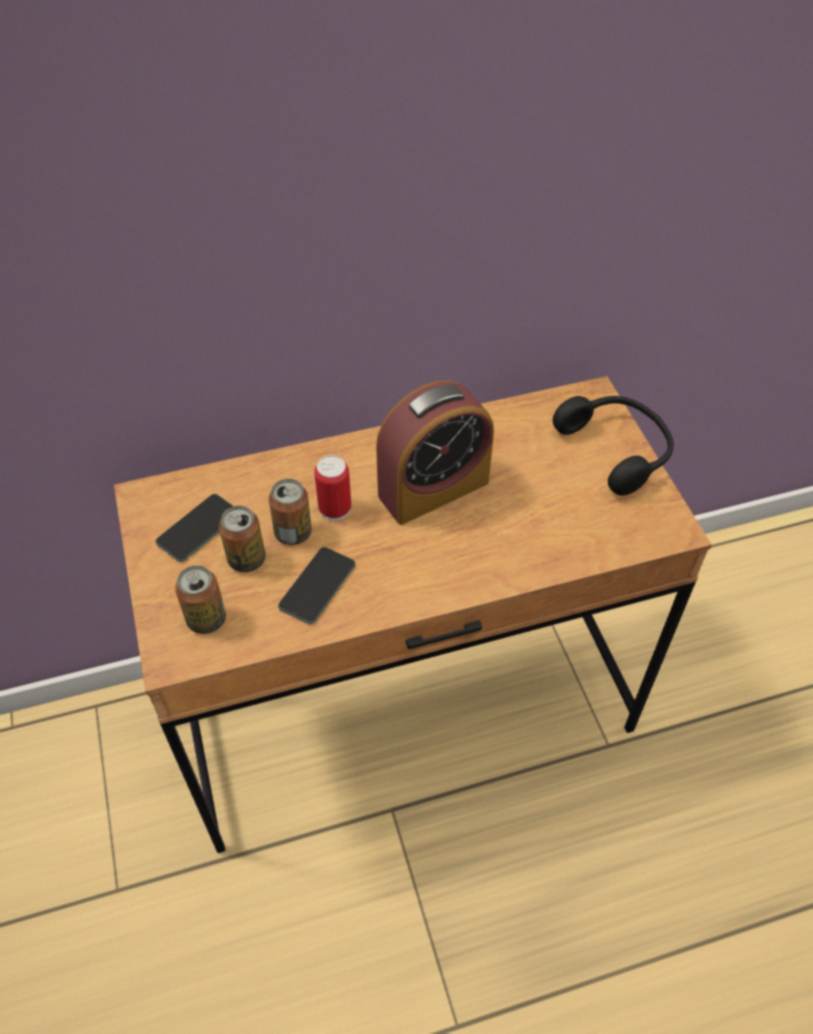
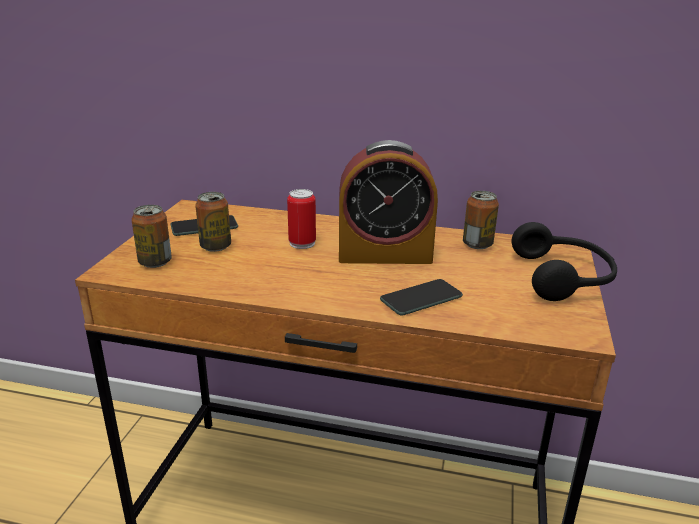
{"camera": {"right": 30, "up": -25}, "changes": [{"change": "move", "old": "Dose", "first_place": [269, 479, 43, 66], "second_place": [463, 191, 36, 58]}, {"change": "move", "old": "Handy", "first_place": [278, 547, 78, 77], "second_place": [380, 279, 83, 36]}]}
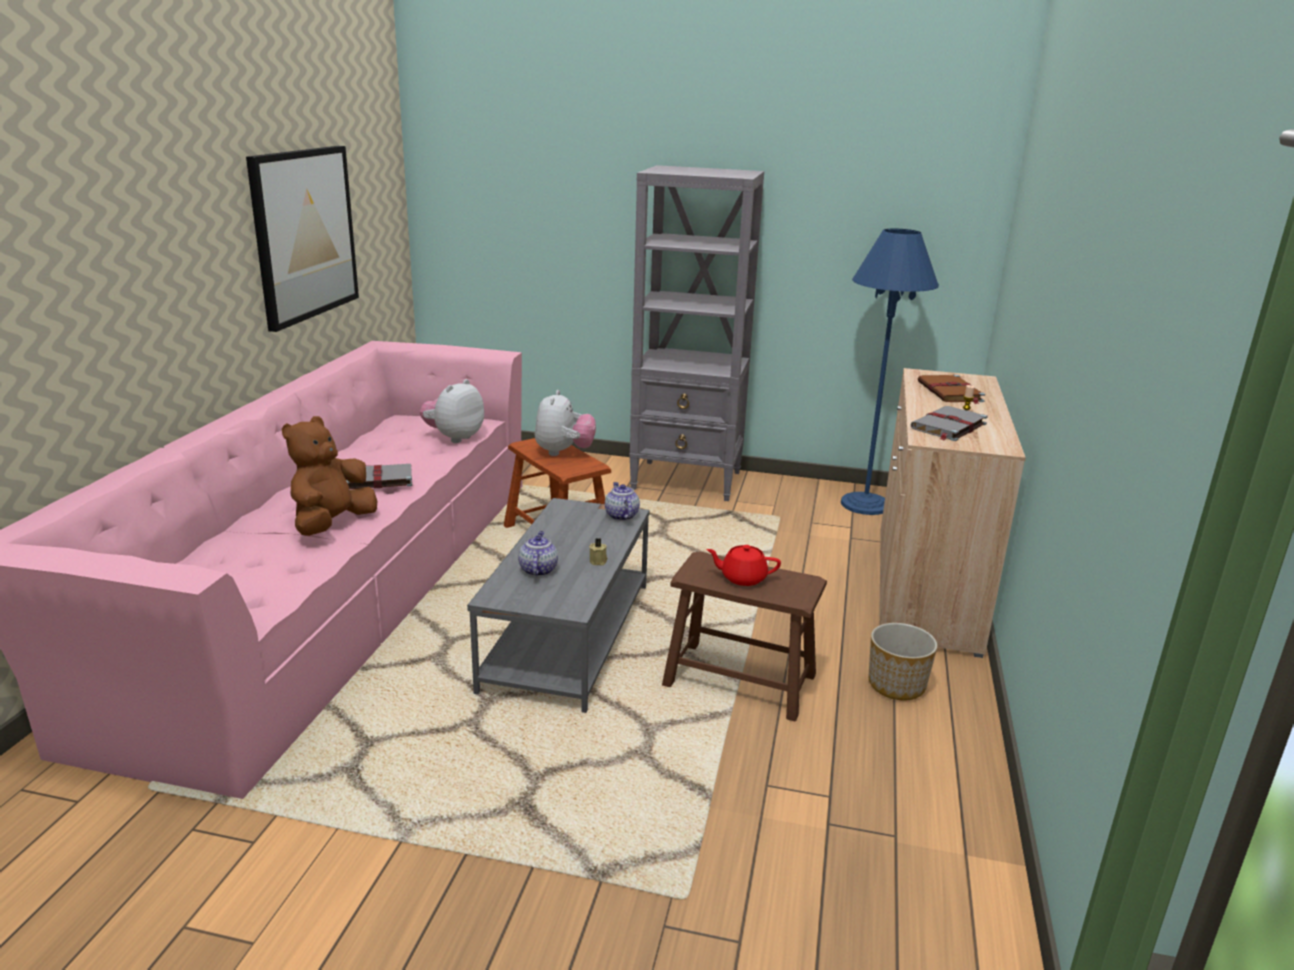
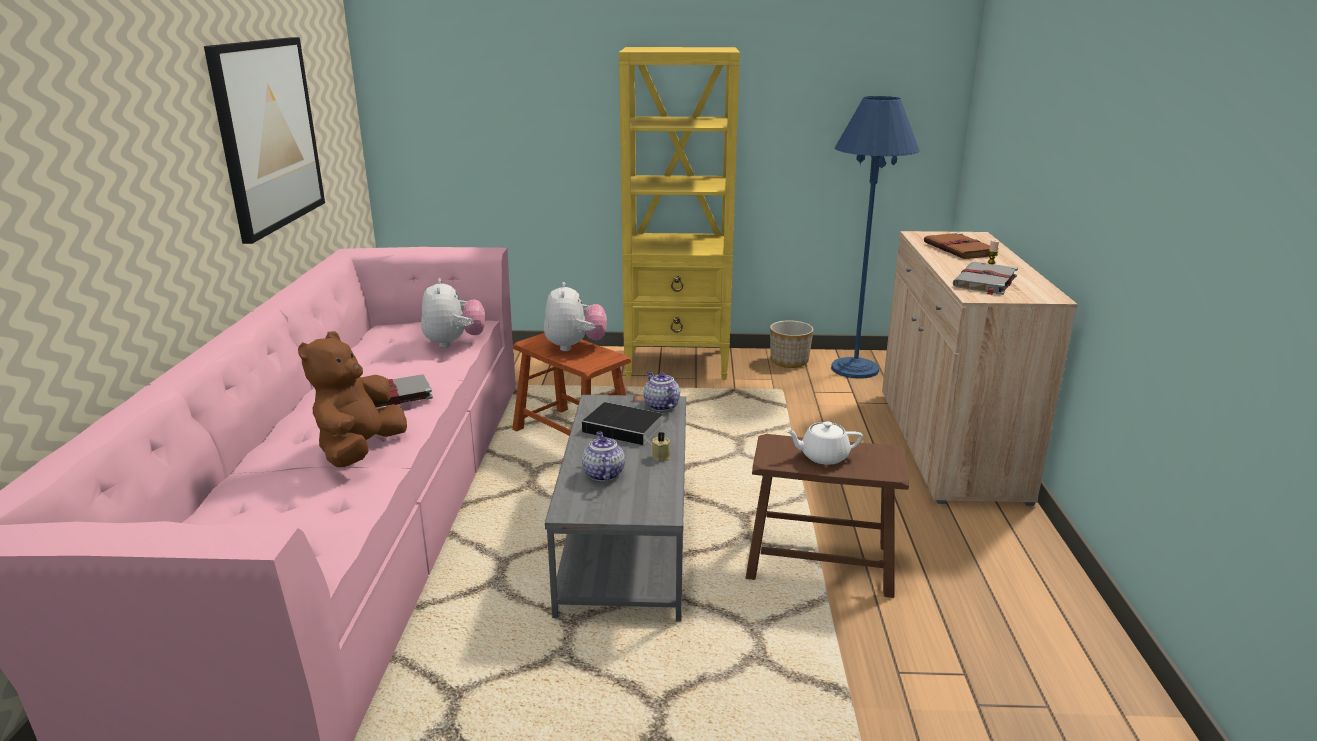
{"camera": {"right": -10, "up": 0}, "changes": [{"change": "insert", "new": "Buch", "second_place": [582, 402, 81, 43]}, {"change": "move", "old": "Pflanzkübel", "first_place": [869, 623, 69, 78], "second_place": [770, 320, 44, 48]}, {"change": "recolor", "old": "Bücherregal [grau]", "new": "Bücherregal [gelb]", "first_place": [629, 165, 135, 336], "second_place": [619, 47, 121, 333]}, {"change": "recolor", "old": "Teekanne [rot]", "new": "Teekanne [weiß]", "first_place": [706, 545, 75, 41], "second_place": [786, 421, 77, 44]}, {"change": "rotate", "old": "Plüschtier", "first_place": [419, 379, 65, 64], "second_place": [421, 278, 64, 70], "degrees": 150}]}
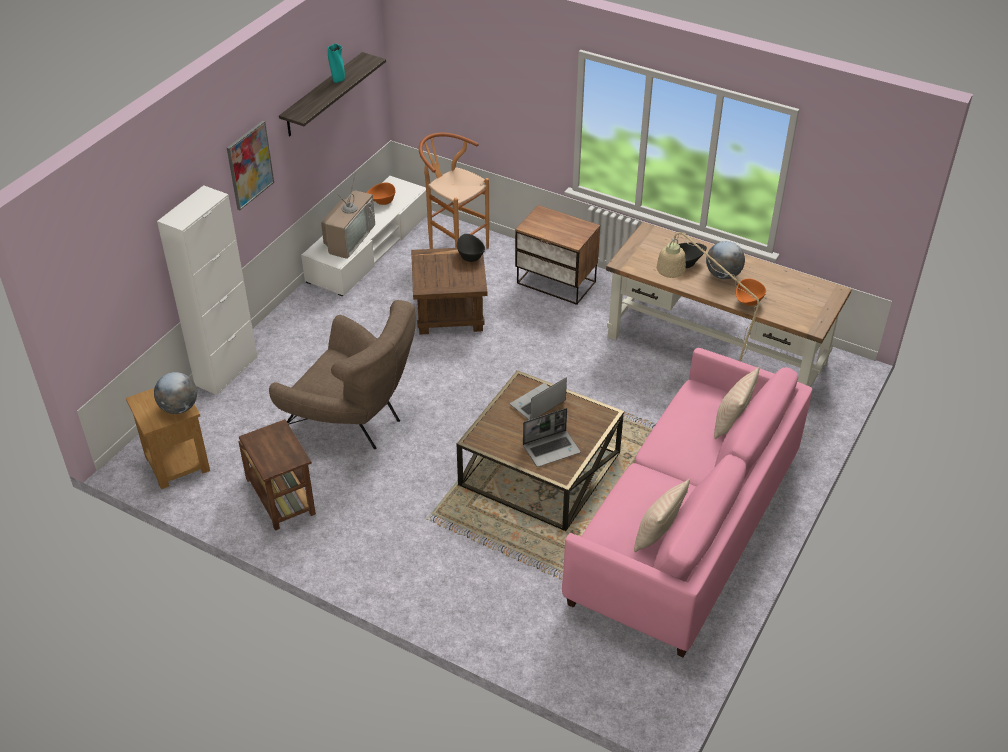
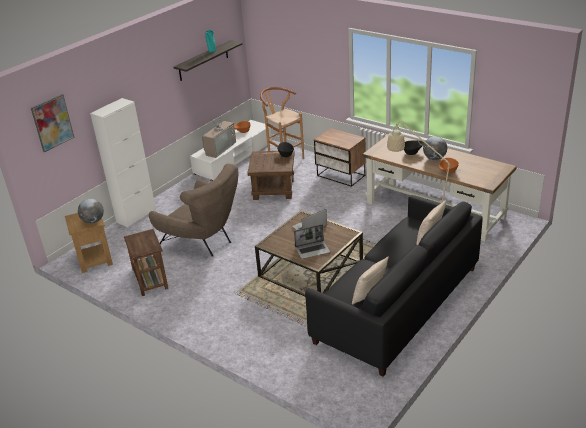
{"camera": {"right": 10, "up": -10}, "changes": [{"change": "move", "old": "Bild", "first_place": [227, 121, 47, 89], "second_place": [31, 94, 43, 58]}, {"change": "recolor", "old": "Sofa [rosa]", "new": "Sofa [schwarz]", "first_place": [562, 348, 250, 310], "second_place": [305, 195, 178, 182]}]}
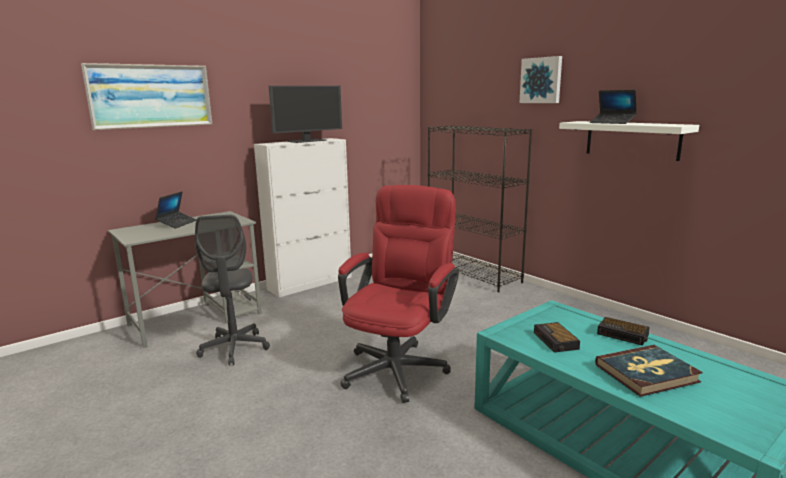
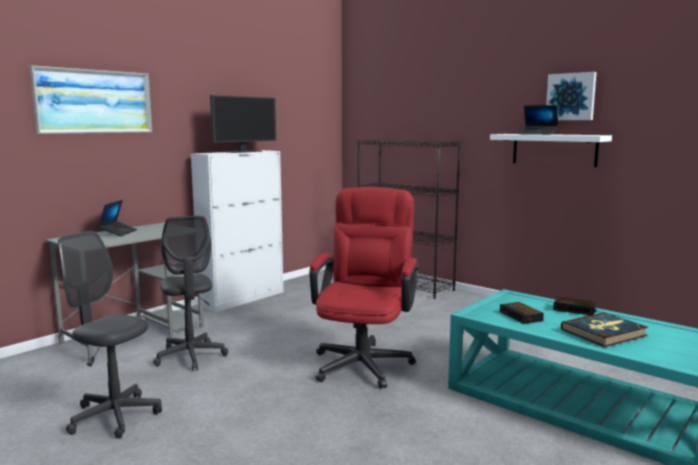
{"camera": {"right": -10, "up": -5}, "changes": [{"change": "insert", "new": "Bürostuhl [grau]", "second_place": [58, 231, 104, 208]}, {"change": "move", "old": "Bild", "first_place": [519, 56, 43, 47], "second_place": [546, 72, 51, 48]}]}
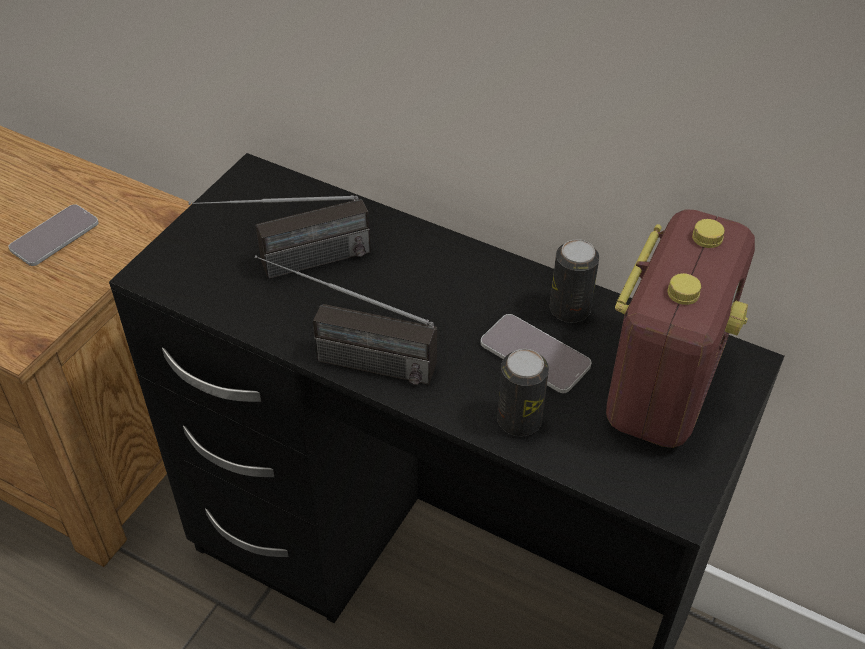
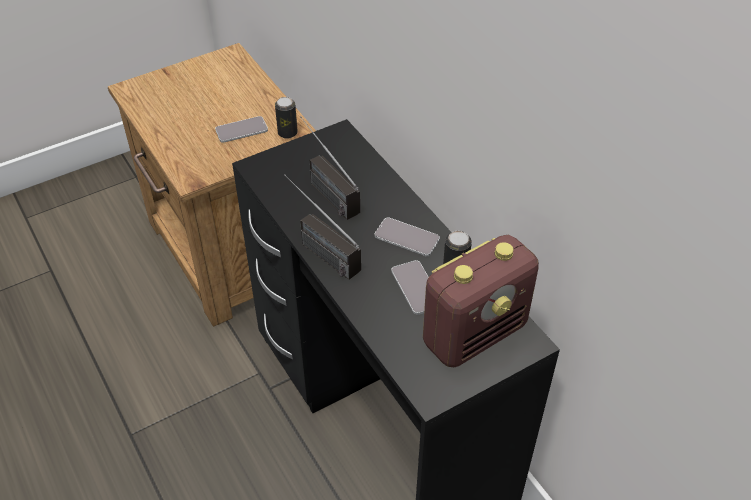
{"camera": {"right": 30, "up": 0}, "changes": [{"change": "insert", "new": "Handy", "second_place": [374, 217, 66, 40]}, {"change": "move", "old": "Dose", "first_place": [497, 349, 52, 87], "second_place": [275, 97, 23, 42]}, {"change": "rotate", "old": "Radio", "first_place": [189, 195, 182, 84], "second_place": [300, 116, 60, 104], "degrees": 45}]}
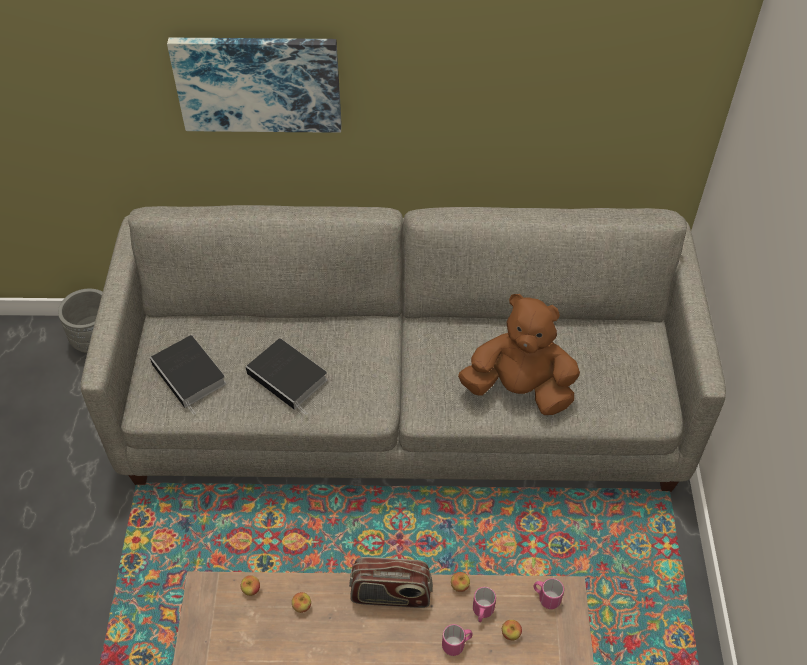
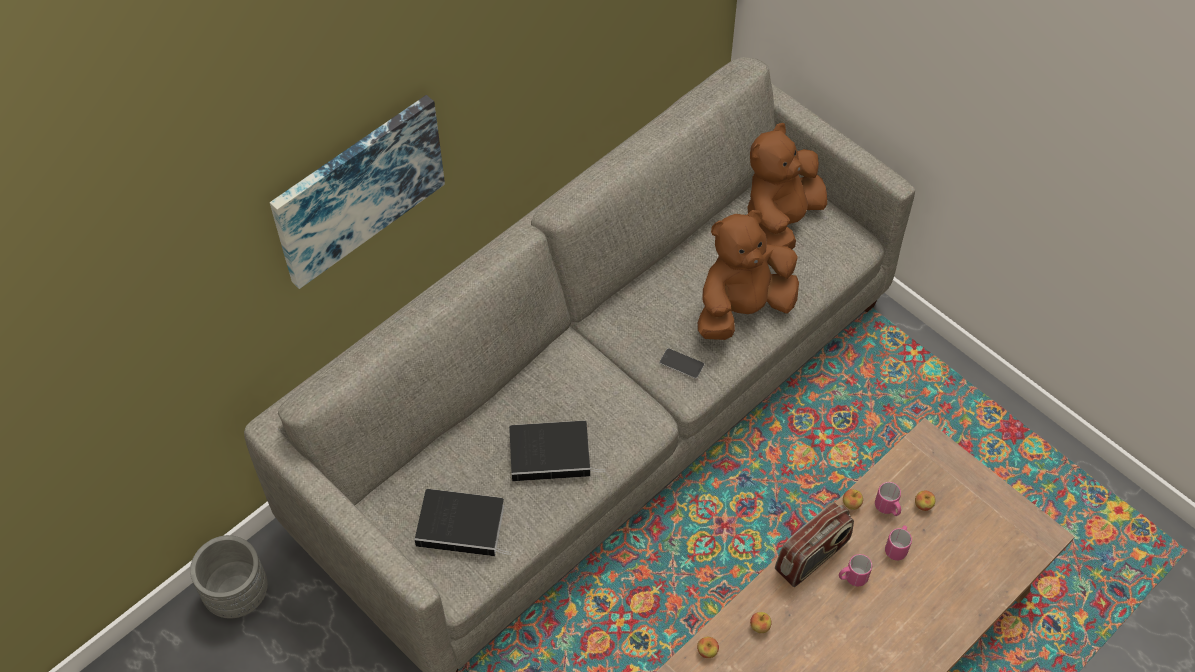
{"camera": {"right": -45, "up": 5}, "changes": [{"change": "insert", "new": "Handy", "second_place": [659, 348, 46, 31]}, {"change": "insert", "new": "Plüschtier [braun]", "second_place": [747, 123, 80, 126]}, {"change": "move", "old": "Henkelbecher [rosa]", "first_place": [534, 578, 30, 31], "second_place": [839, 554, 33, 32]}]}
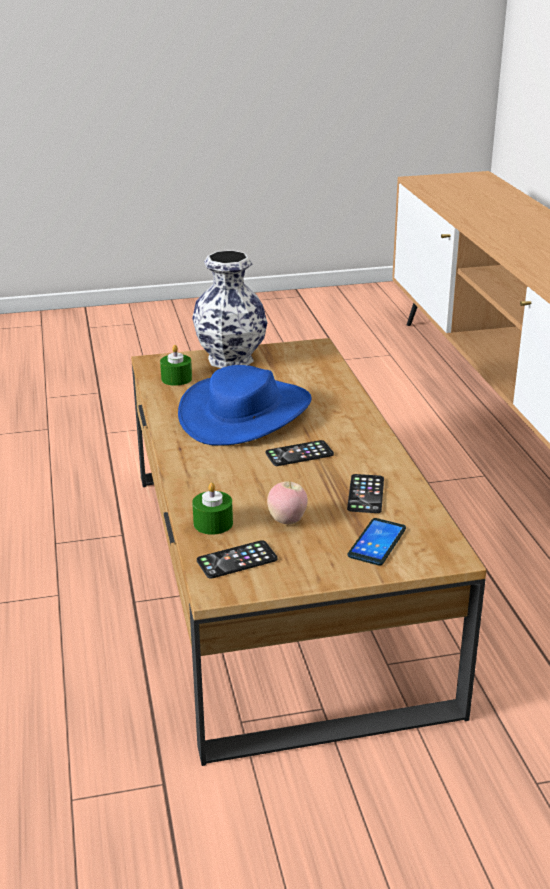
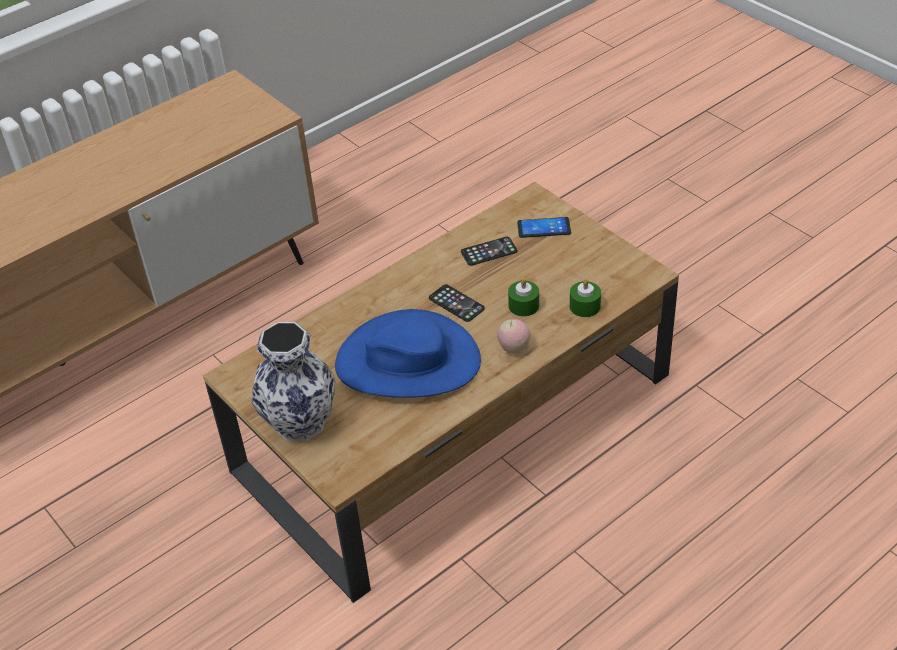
{"camera": {"right": -115, "up": 15}, "changes": [{"change": "delete", "old": "Handy", "first_place": [197, 540, 81, 39]}, {"change": "move", "old": "Kerze [grün]", "first_place": [160, 345, 32, 41], "second_place": [508, 278, 31, 38]}, {"change": "move", "old": "Apfel", "first_place": [267, 481, 41, 43], "second_place": [497, 319, 33, 35]}]}
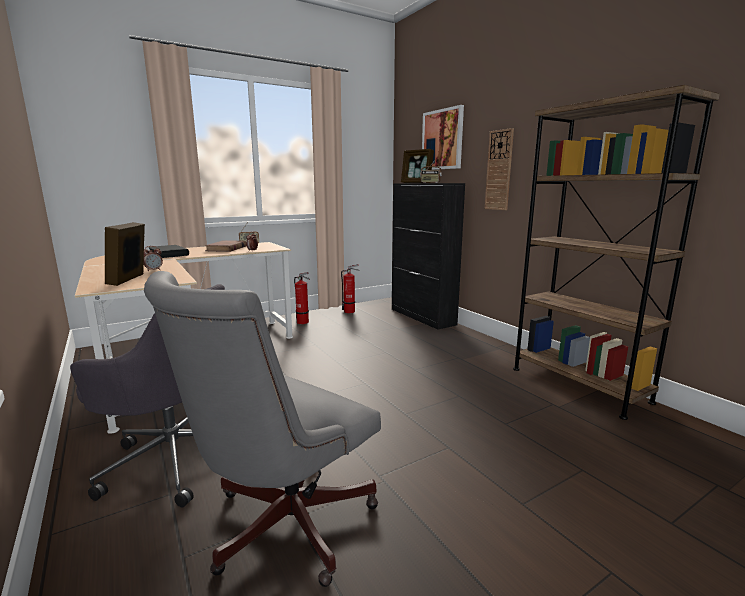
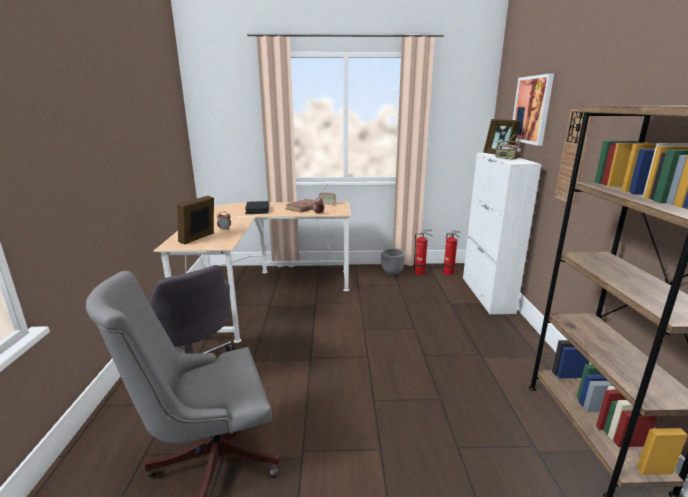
{"camera": {"right": 30, "up": 5}, "changes": [{"change": "insert", "new": "Pflanzkübel [grau]", "second_place": [381, 249, 24, 26]}, {"change": "move", "old": "Feuerlöscher", "first_place": [294, 272, 16, 52], "second_place": [443, 231, 17, 44]}, {"change": "recolor", "old": "Schrank [schwarz]", "new": "Schrank [weiß]", "first_place": [392, 183, 73, 147], "second_place": [463, 153, 79, 161]}]}
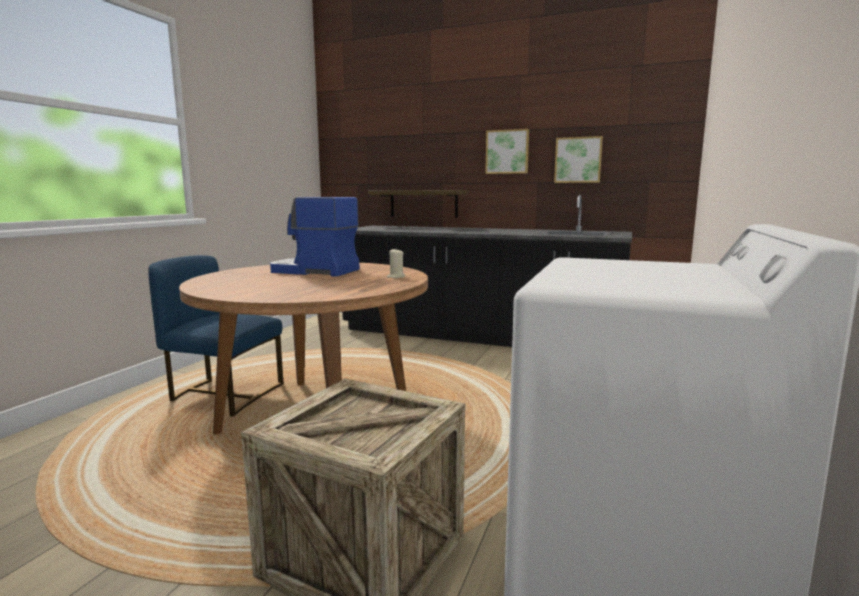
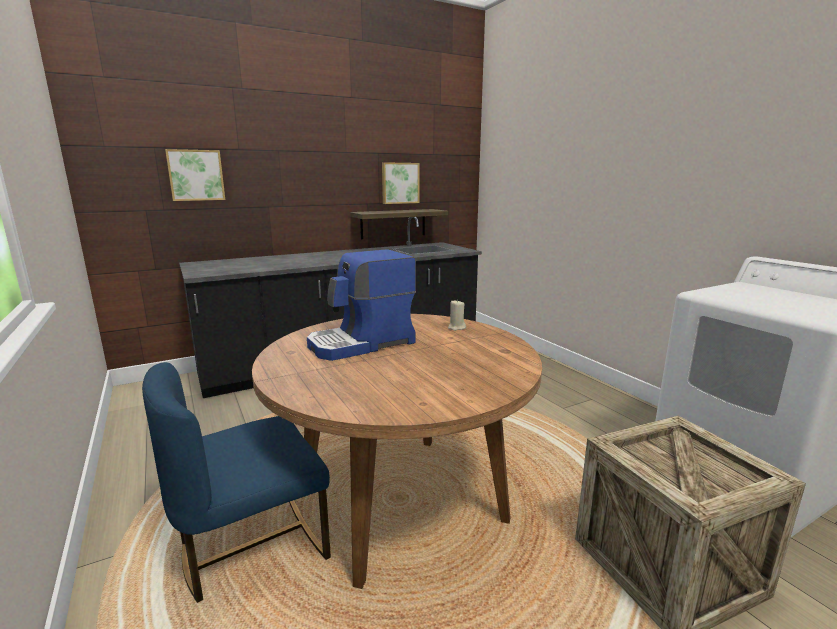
{"camera": {"right": -50, "up": 5}, "changes": [{"change": "move", "old": "Wandregal", "first_place": [369, 190, 99, 28], "second_place": [350, 209, 98, 30]}, {"change": "move", "old": "Bild", "first_place": [485, 129, 44, 45], "second_place": [165, 149, 60, 52]}]}
